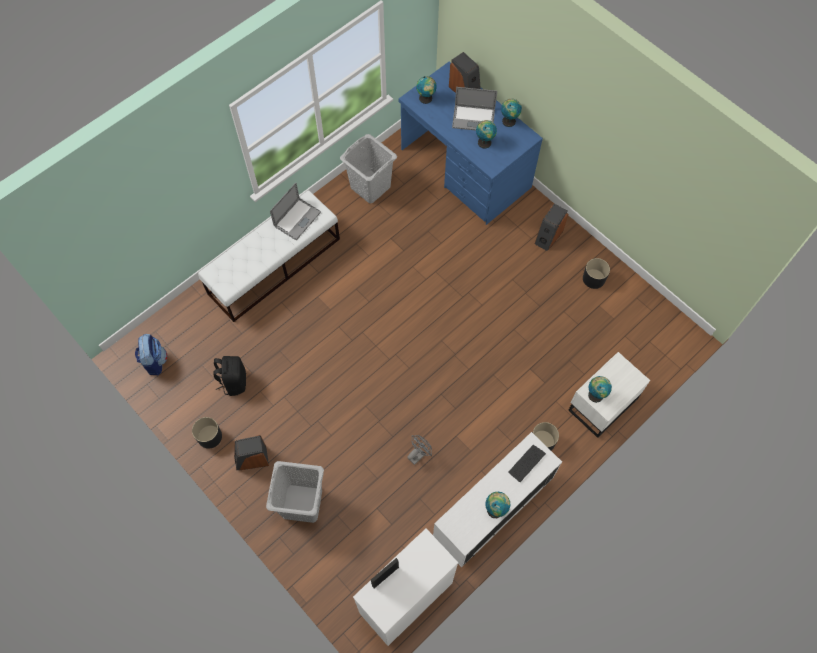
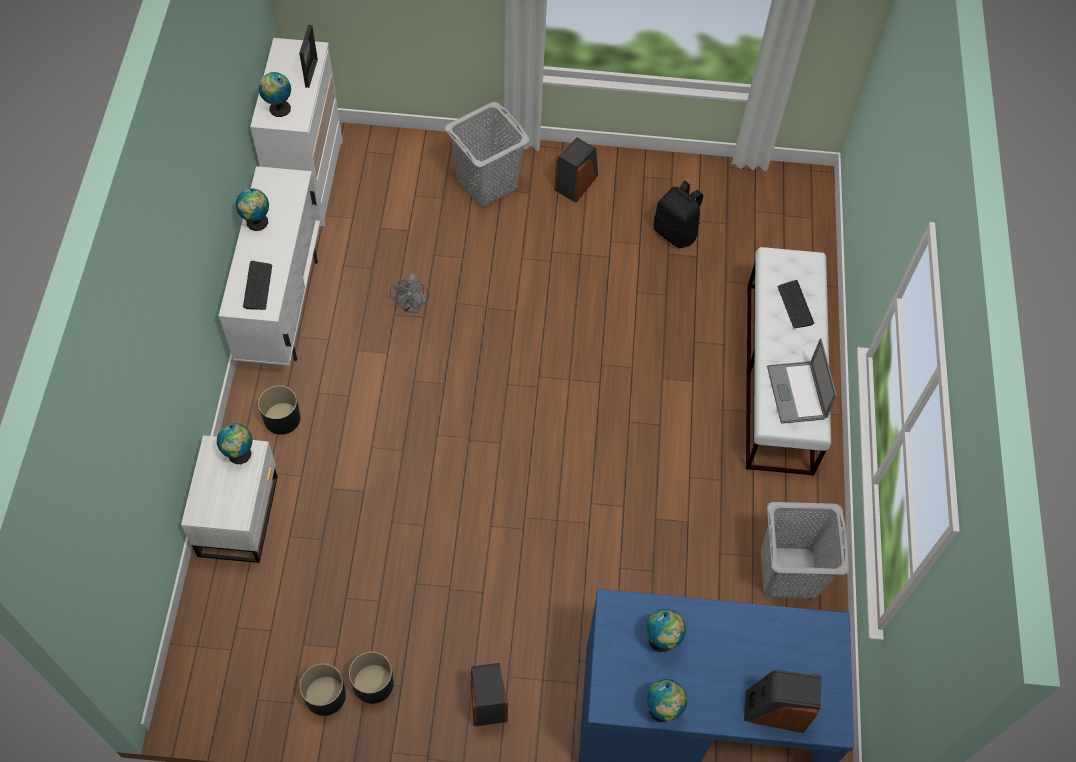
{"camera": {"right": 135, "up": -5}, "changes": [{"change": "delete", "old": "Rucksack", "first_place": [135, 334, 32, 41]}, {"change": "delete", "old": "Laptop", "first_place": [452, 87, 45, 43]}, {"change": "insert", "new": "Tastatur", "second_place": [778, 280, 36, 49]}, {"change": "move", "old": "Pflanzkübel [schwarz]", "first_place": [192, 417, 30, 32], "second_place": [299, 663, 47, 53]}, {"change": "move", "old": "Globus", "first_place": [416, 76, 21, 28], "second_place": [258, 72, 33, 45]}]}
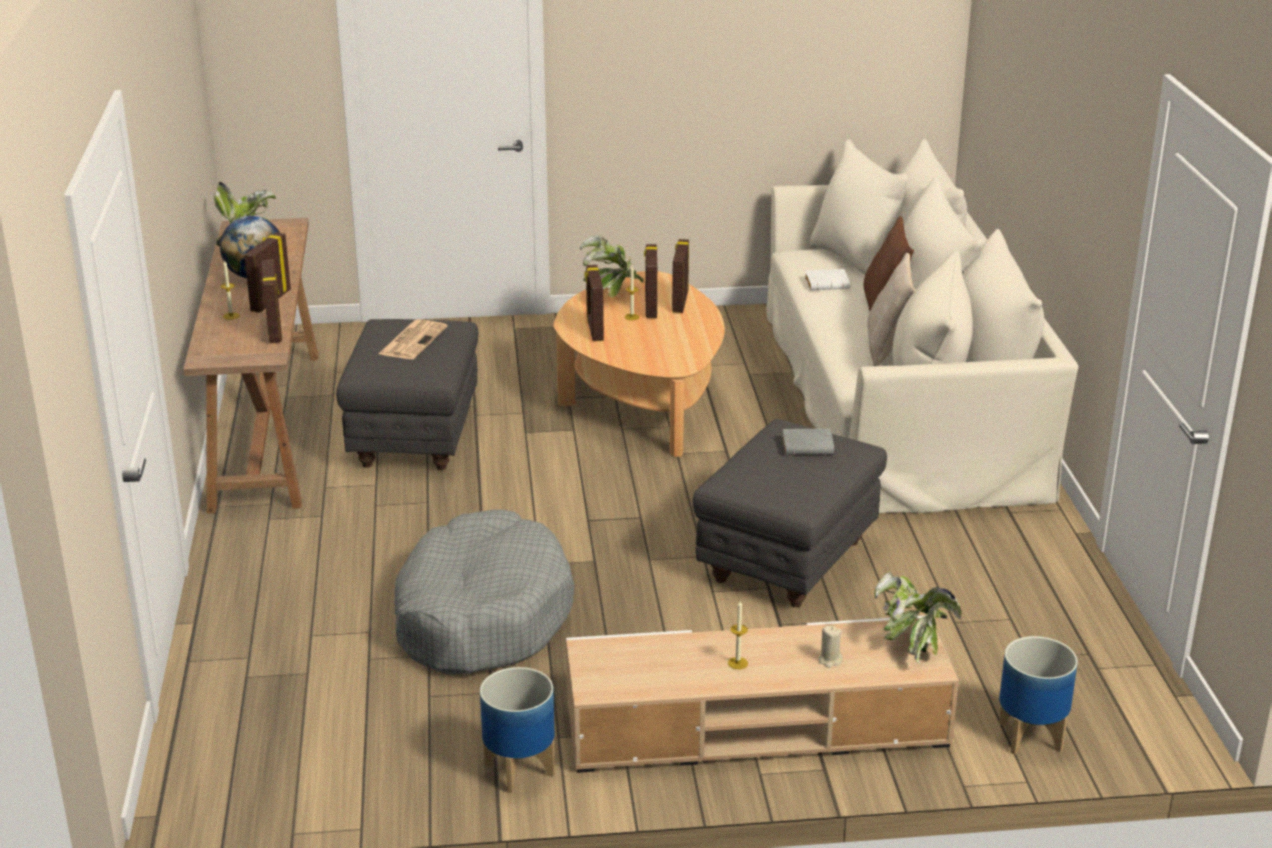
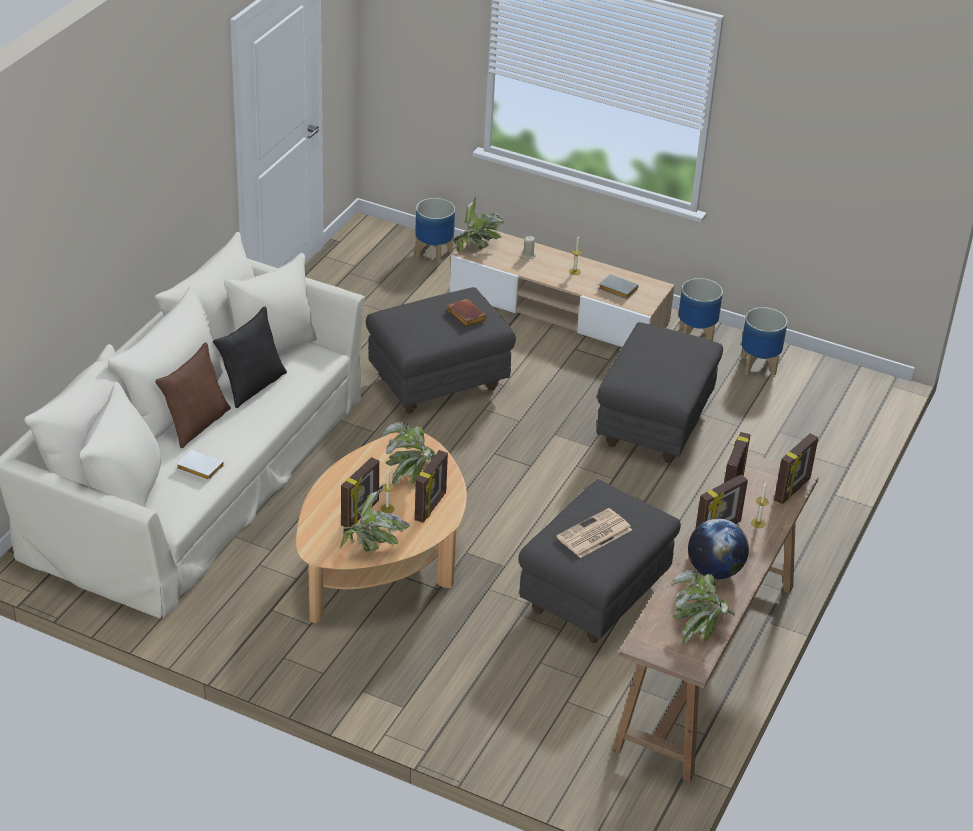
{"camera": {"right": -150, "up": 10}, "changes": [{"change": "insert", "new": "Topfpflanze", "second_place": [383, 421, 52, 64]}, {"change": "insert", "new": "Buch [braun]", "second_place": [447, 299, 41, 28]}, {"change": "insert", "new": "Pflanzkübel", "second_place": [741, 307, 46, 69]}, {"change": "move", "old": "Bilderrahmen", "first_place": [672, 239, 17, 74], "second_place": [774, 433, 44, 71]}, {"change": "move", "old": "Buch [grau]", "first_place": [782, 429, 52, 26], "second_place": [598, 274, 41, 25]}, {"change": "replace", "old": "Hundebett [grau]", "new": "Polsterhocker [grau]", "first_place": [394, 509, 180, 166], "second_place": [597, 322, 126, 141]}, {"change": "recolor", "old": "Kissen [beige]", "new": "Kissen [schwarz]", "first_place": [867, 253, 48, 113], "second_place": [213, 306, 74, 102]}]}
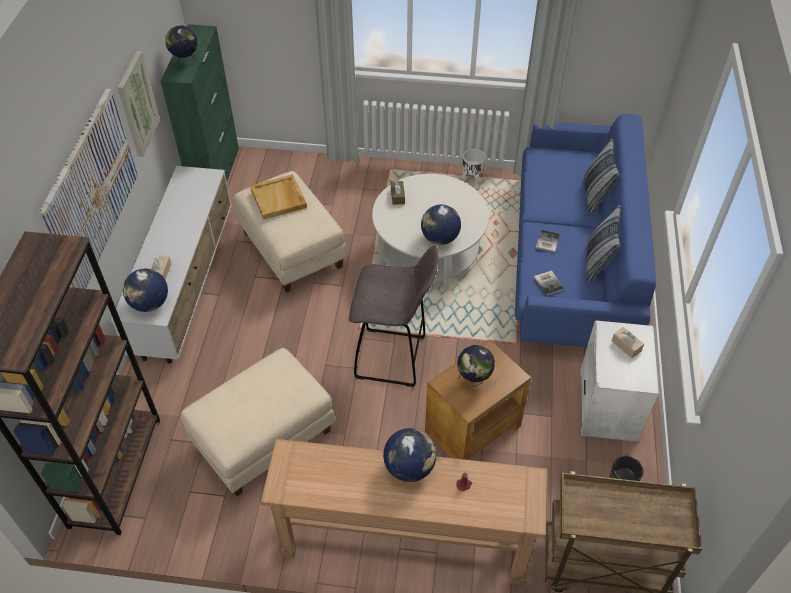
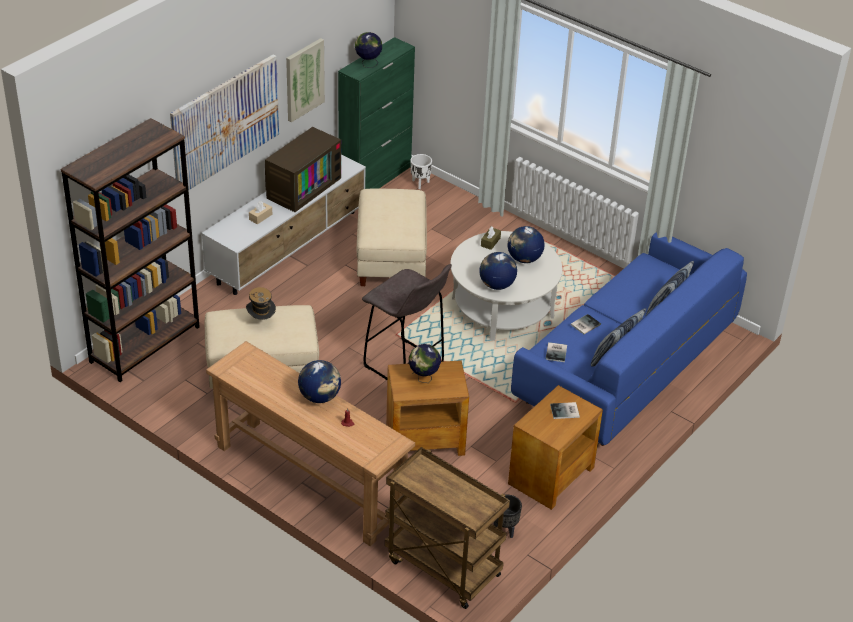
{"camera": {"right": 30, "up": -10}, "changes": [{"change": "delete", "old": "Tablett [beige]", "first_place": [250, 174, 57, 46]}, {"change": "insert", "new": "Hut", "second_place": [246, 287, 30, 33]}, {"change": "insert", "new": "Fernseher", "second_place": [265, 127, 76, 85]}, {"change": "move", "old": "Globus", "first_place": [123, 269, 45, 43], "second_place": [507, 226, 38, 37]}, {"change": "move", "old": "Pflanzkübel [weiß]", "first_place": [462, 149, 24, 35], "second_place": [411, 154, 21, 35]}, {"change": "replace", "old": "Taschentuchbox [beige]", "new": "Buch", "first_place": [612, 327, 32, 31], "second_place": [550, 402, 30, 17]}, {"change": "recolor", "old": "Beistelltisch [weiß]", "new": "Beistelltisch [braun]", "first_place": [580, 320, 79, 122], "second_place": [508, 385, 95, 125]}]}
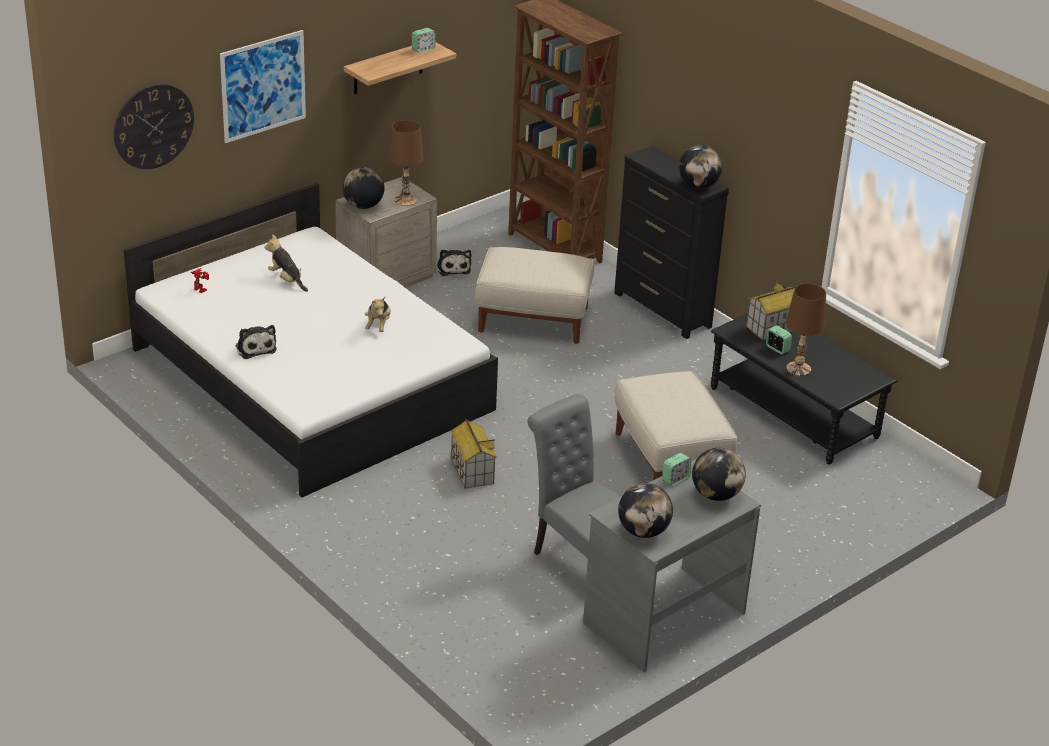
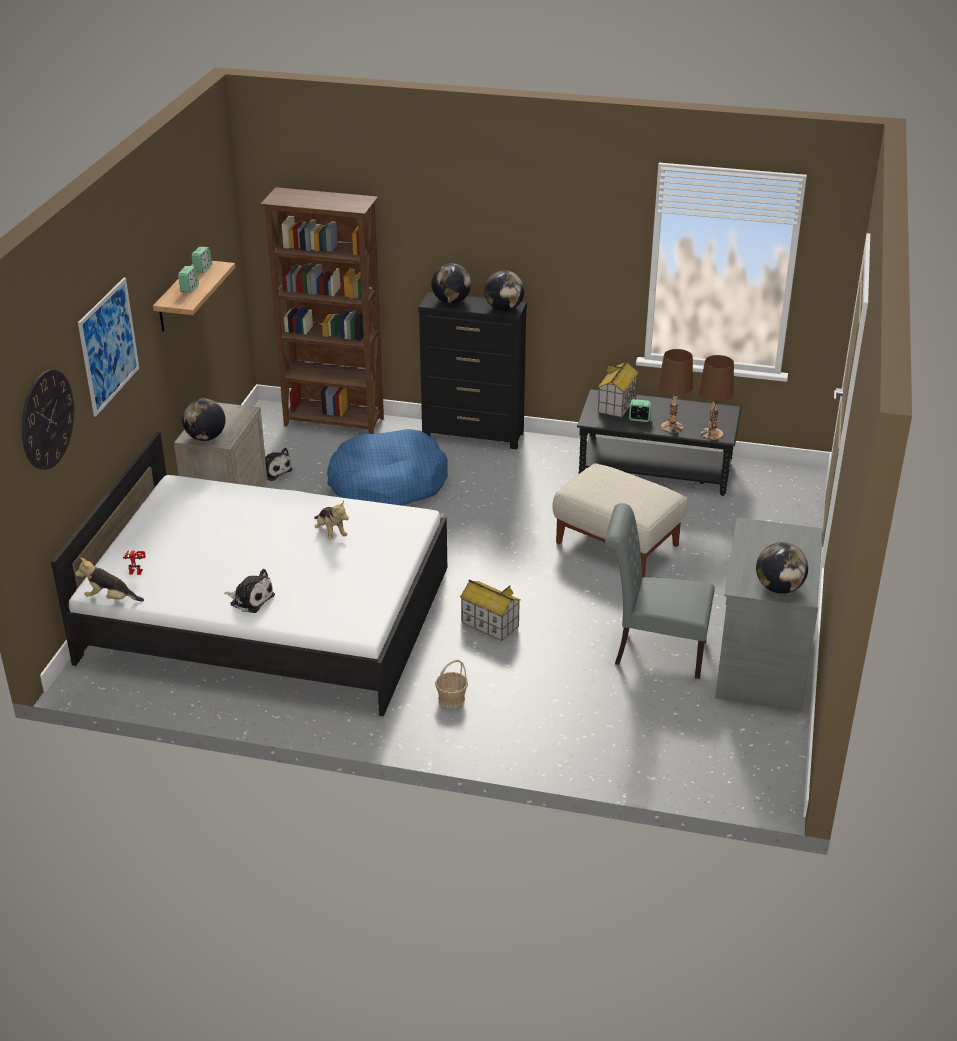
{"camera": {"right": -35, "up": 0}, "changes": [{"change": "insert", "new": "Korb", "second_place": [435, 660, 33, 48]}, {"change": "move", "old": "Plüschtier", "first_place": [264, 234, 44, 58], "second_place": [75, 557, 69, 44]}, {"change": "move", "old": "Tischlampe [braun]", "first_place": [389, 120, 35, 86], "second_place": [699, 355, 35, 85]}, {"change": "move", "old": "Wecker", "first_place": [662, 453, 29, 33], "second_place": [178, 266, 21, 27]}, {"change": "move", "old": "Globus", "first_place": [692, 448, 54, 53], "second_place": [431, 263, 40, 41]}, {"change": "replace", "old": "Polsterhocker [beige]", "new": "Hundebett [blau]", "first_place": [475, 247, 119, 97], "second_place": [327, 429, 121, 77]}]}
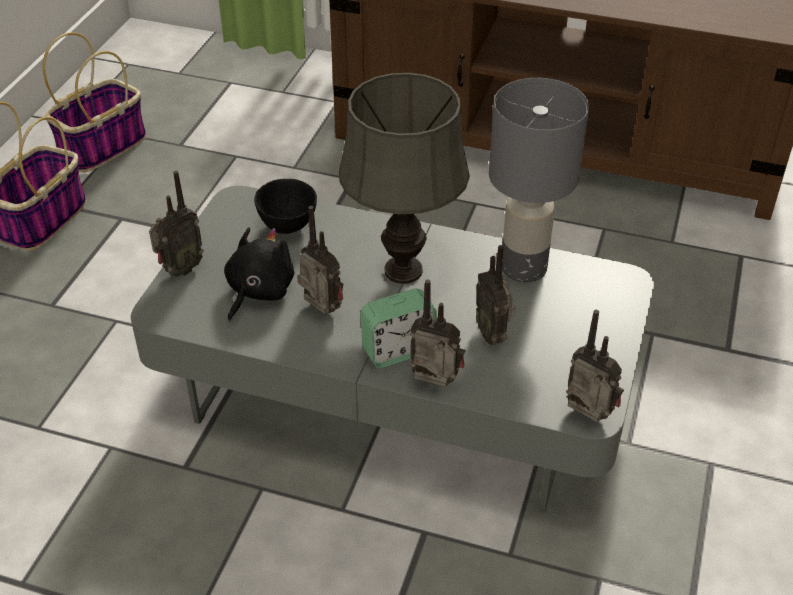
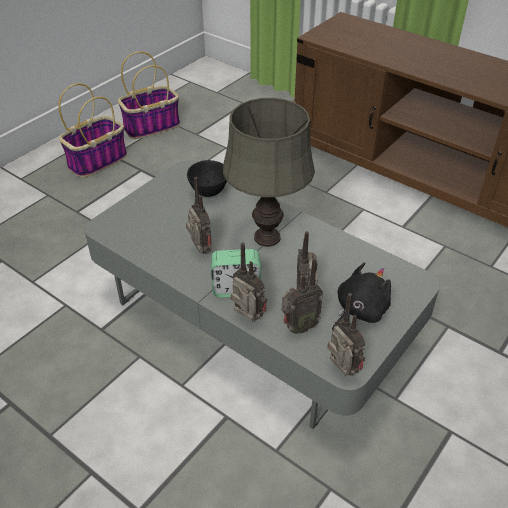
{"camera": {"right": 20, "up": 0}, "changes": [{"change": "delete", "old": "Tischlampe [grau]", "first_place": [489, 78, 100, 204]}, {"change": "move", "old": "Radio", "first_place": [149, 171, 55, 106], "second_place": [282, 258, 41, 76]}, {"change": "move", "old": "Plüschtier [schwarz]", "first_place": [224, 227, 70, 95], "second_place": [332, 263, 59, 68]}]}
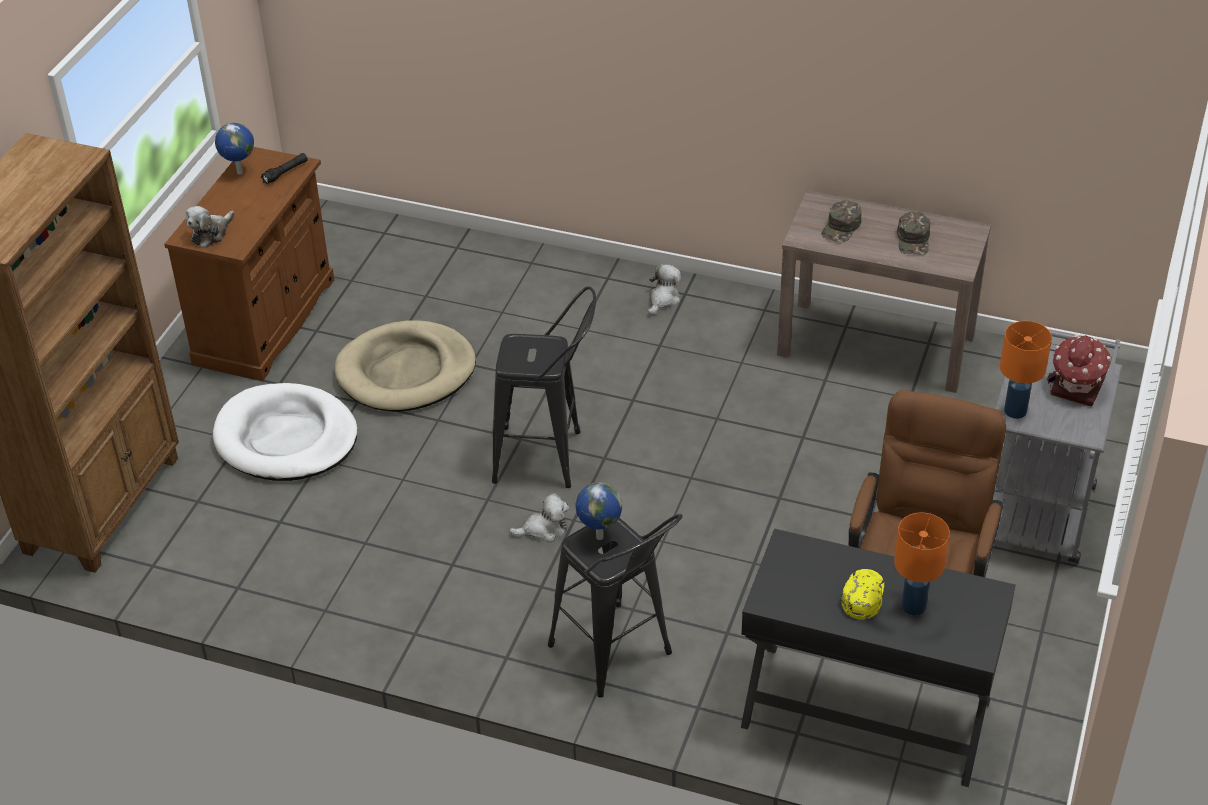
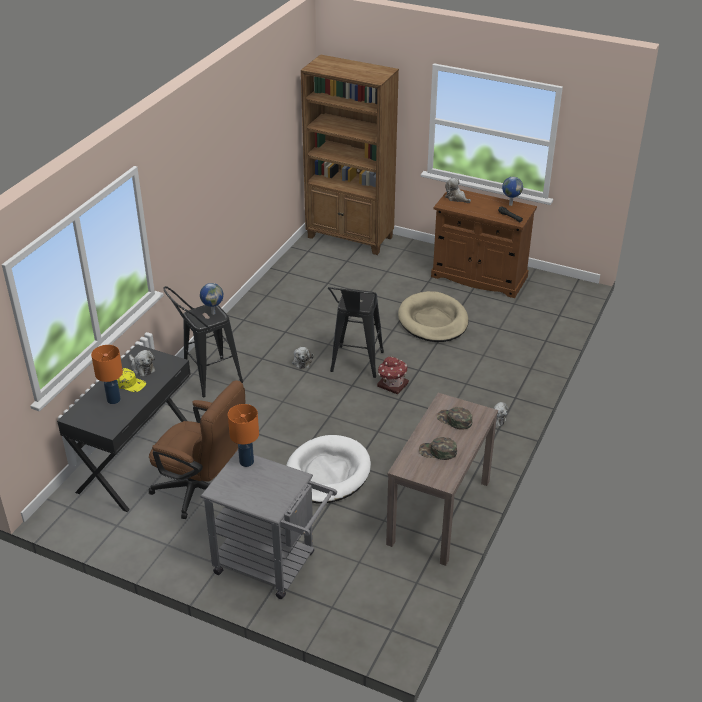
{"camera": {"right": 95, "up": -5}, "changes": [{"change": "insert", "new": "Plüschtier", "second_place": [129, 350, 26, 26]}, {"change": "move", "old": "Hundebett [weiß]", "first_place": [213, 383, 145, 98], "second_place": [286, 435, 85, 69]}, {"change": "move", "old": "Spielzeughaus", "first_place": [1047, 334, 64, 73], "second_place": [377, 357, 32, 37]}]}
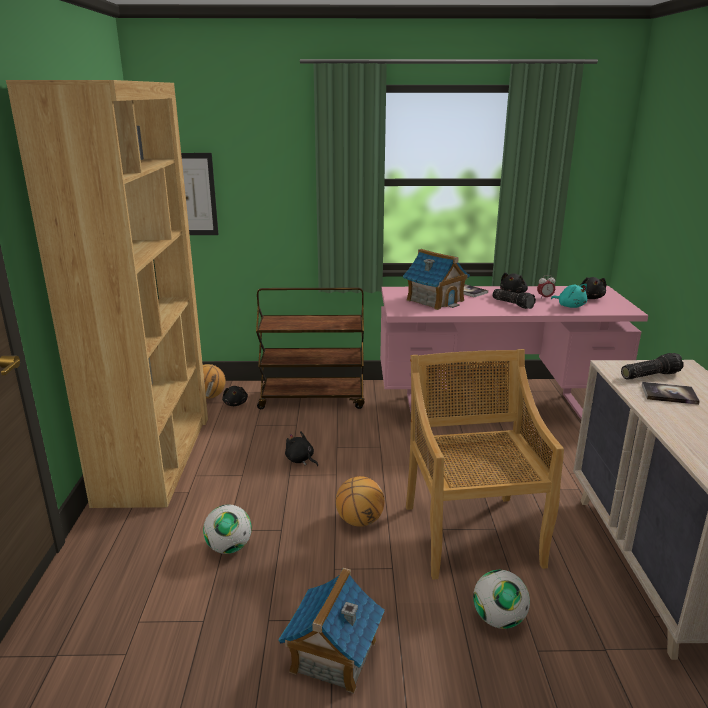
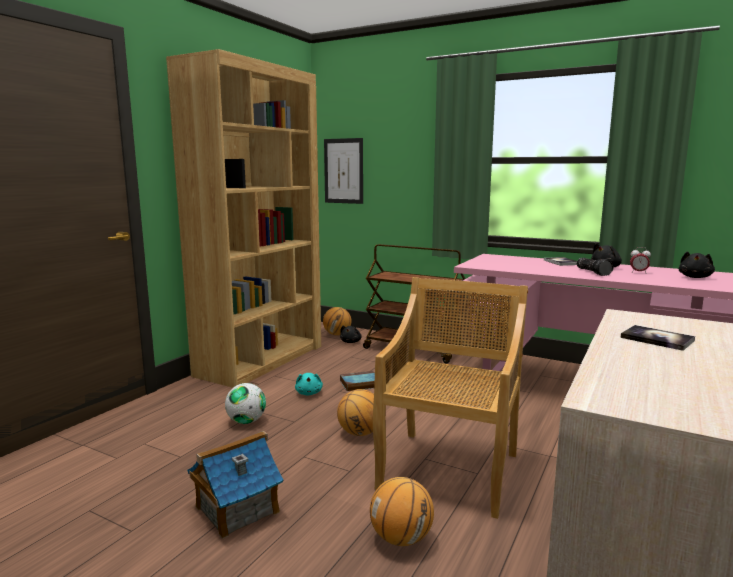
{"camera": {"right": 30, "up": -10}, "changes": [{"change": "delete", "old": "Spielzeughaus", "first_place": [403, 249, 67, 61]}, {"change": "delete", "old": "Taschenlampe", "first_place": [621, 353, 63, 26]}, {"change": "move", "old": "Plüschtier [türkis]", "first_place": [551, 284, 36, 24], "second_place": [295, 373, 28, 22]}, {"change": "replace", "old": "Plüschtier [schwarz]", "new": "Buch", "first_place": [285, 431, 33, 35], "second_place": [340, 371, 35, 20]}, {"change": "replace", "old": "Fußball", "new": "Basketball", "first_place": [473, 570, 57, 59], "second_place": [370, 477, 64, 69]}]}
